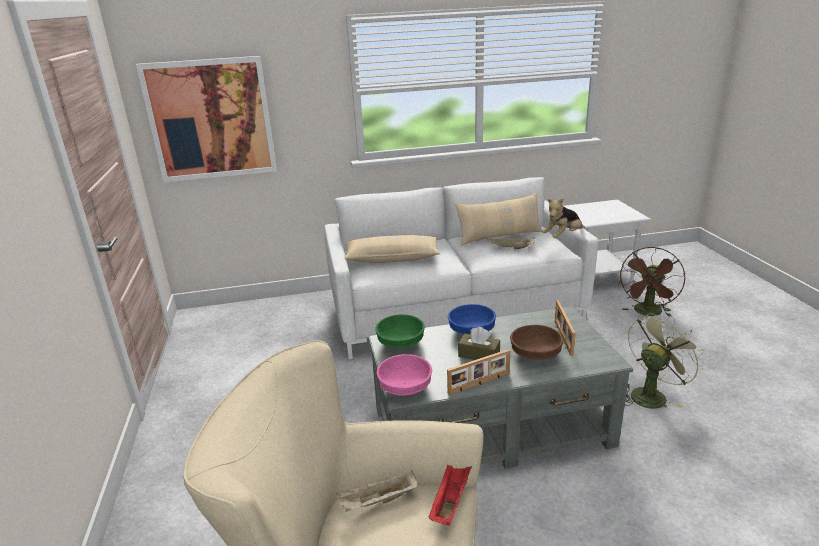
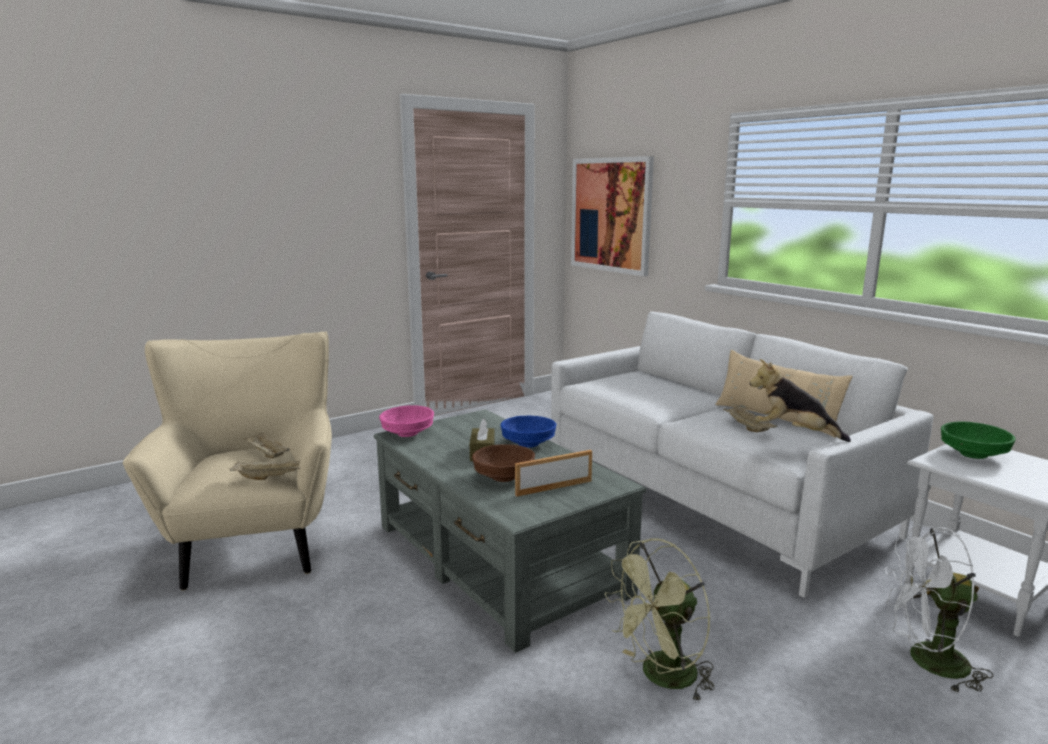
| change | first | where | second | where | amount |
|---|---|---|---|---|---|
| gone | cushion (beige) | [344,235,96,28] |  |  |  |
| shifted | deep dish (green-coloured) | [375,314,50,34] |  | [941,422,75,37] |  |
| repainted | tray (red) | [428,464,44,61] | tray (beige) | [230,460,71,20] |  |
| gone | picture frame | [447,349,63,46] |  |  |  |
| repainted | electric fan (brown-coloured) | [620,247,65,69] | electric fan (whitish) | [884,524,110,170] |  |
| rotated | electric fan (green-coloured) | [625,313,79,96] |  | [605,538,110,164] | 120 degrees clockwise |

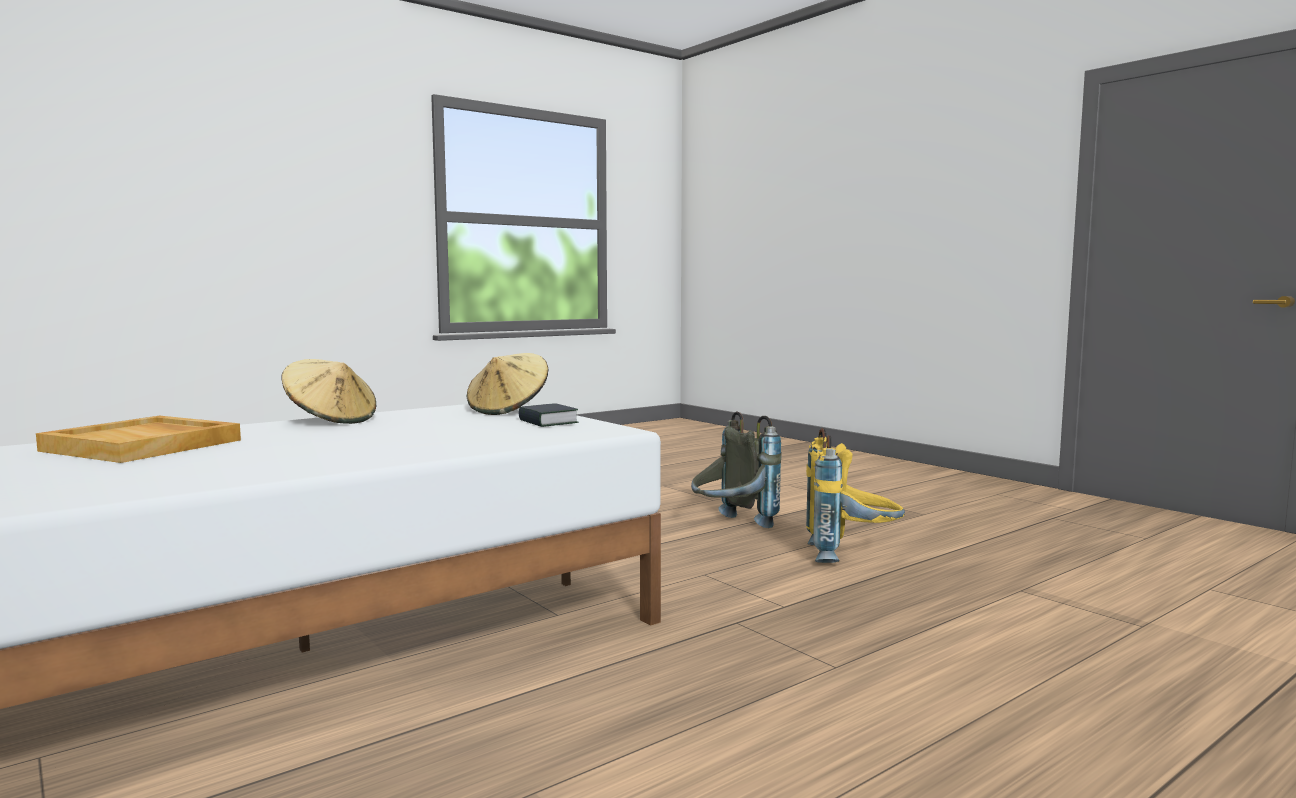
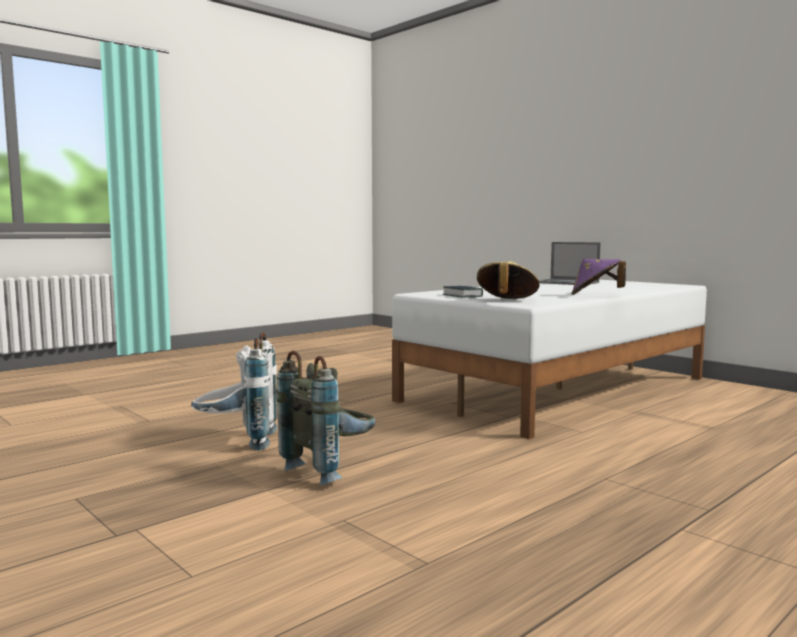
| change | first | where | second | where | amount |
|---|---|---|---|---|---|
| gone | tray (beige) | [36,416,205,47] |  |  |  |
| repainted | clothing hat (beige) | [282,359,94,65] | clothing hat (purple-coloured) | [571,259,55,36] |  |
| repainted | backpack (yellowish) | [806,428,99,135] | backpack (whitish) | [191,332,87,119] |  |
| new |  |  | laptop | [539,242,62,43] |  |

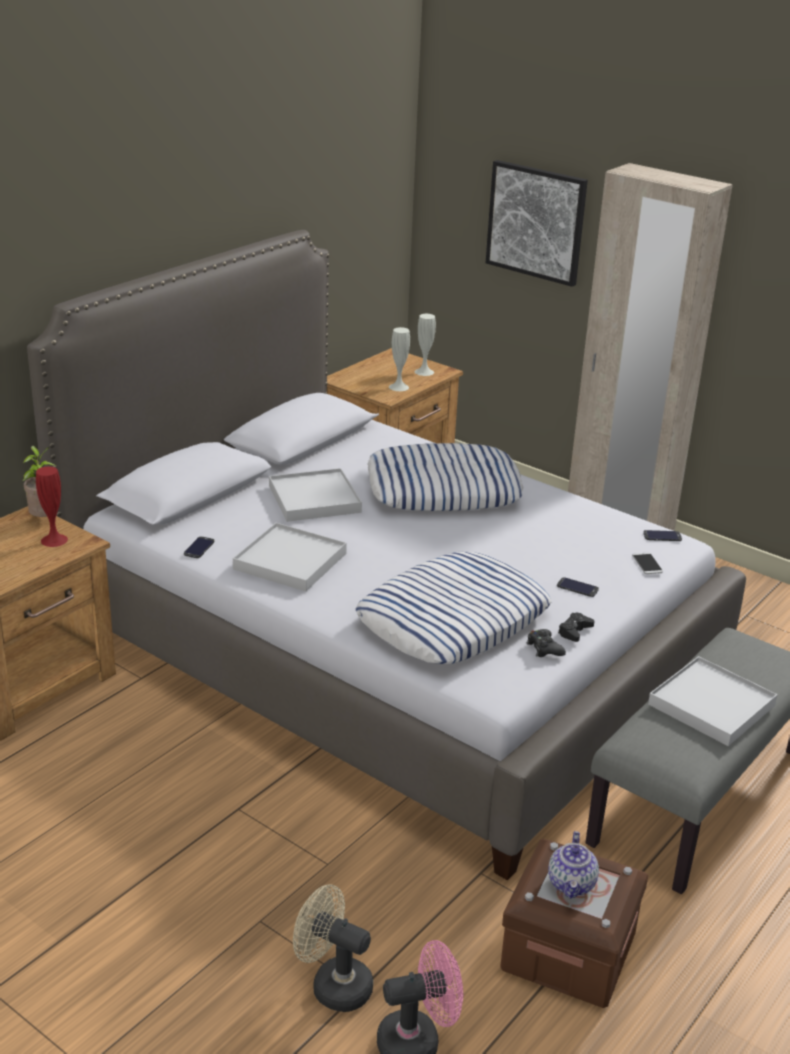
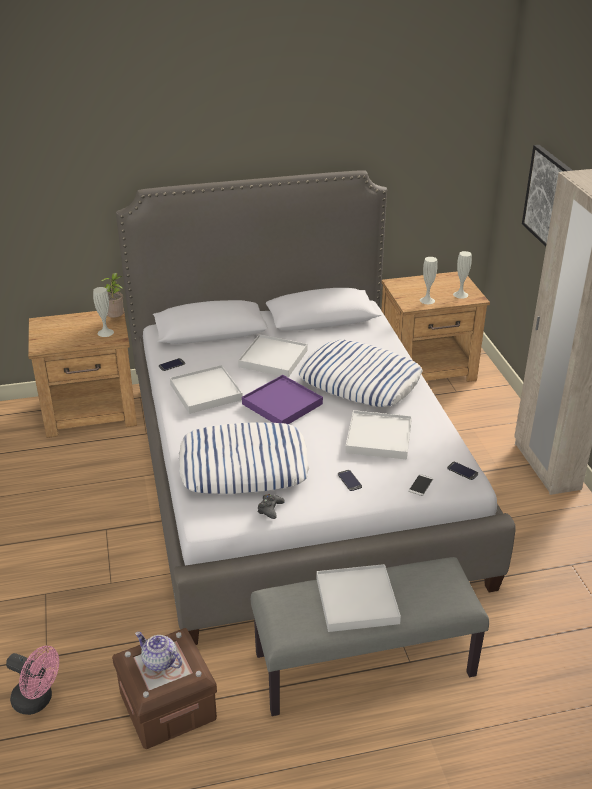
| change | first | where | second | where | amount |
|---|---|---|---|---|---|
| repainted | decorative vase (red) | [36,466,32,81] | decorative vase (whitish) | [93,287,21,50] |  |
| gone | electric fan (beige) | [293,884,80,128] |  |  |  |
| rotated | teapot | [548,831,51,68] |  | [135,632,47,39] | 75 degrees clockwise |
| gone | joypad (black) | [558,613,37,29] |  |  |  |
| new |  |  | tray (purple-coloured) | [242,375,81,49] |  |
| new |  |  | tray (whitish) | [345,410,67,50] |  |

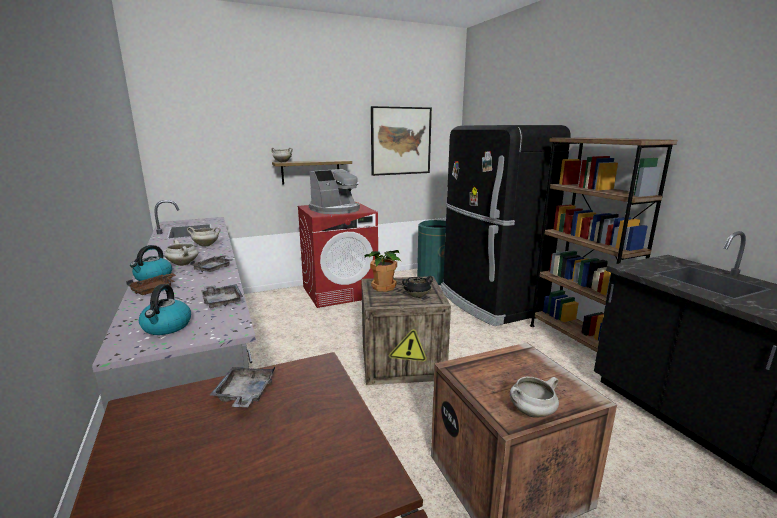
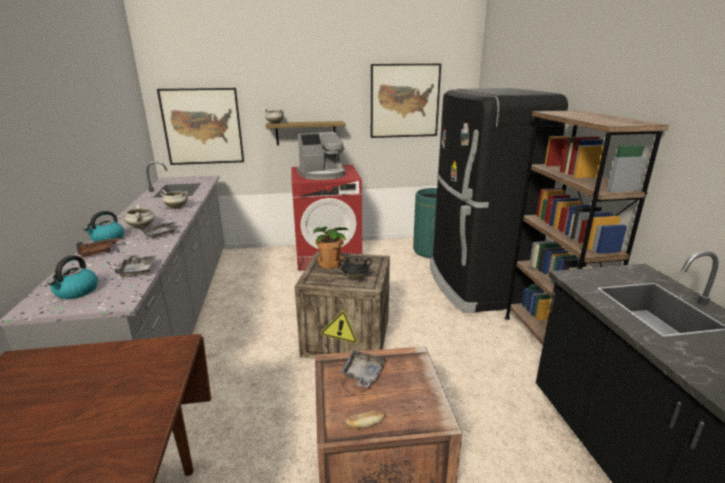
| change | first | where | second | where | amount |
|---|---|---|---|---|---|
| shifted | tray (grey) | [210,367,65,40] |  | [340,351,46,37] |  |
| swapped | saucepot (whitish) | [510,377,49,41] | bread | [346,410,38,18] |  |
| new |  |  | wall picture | [157,88,87,77] |  |

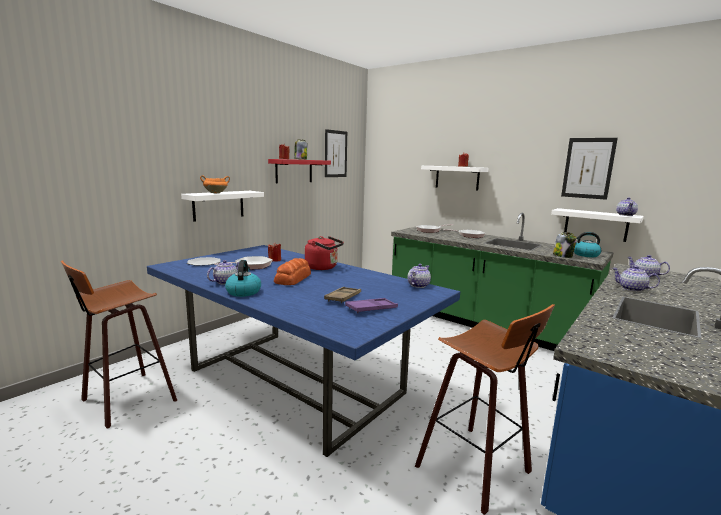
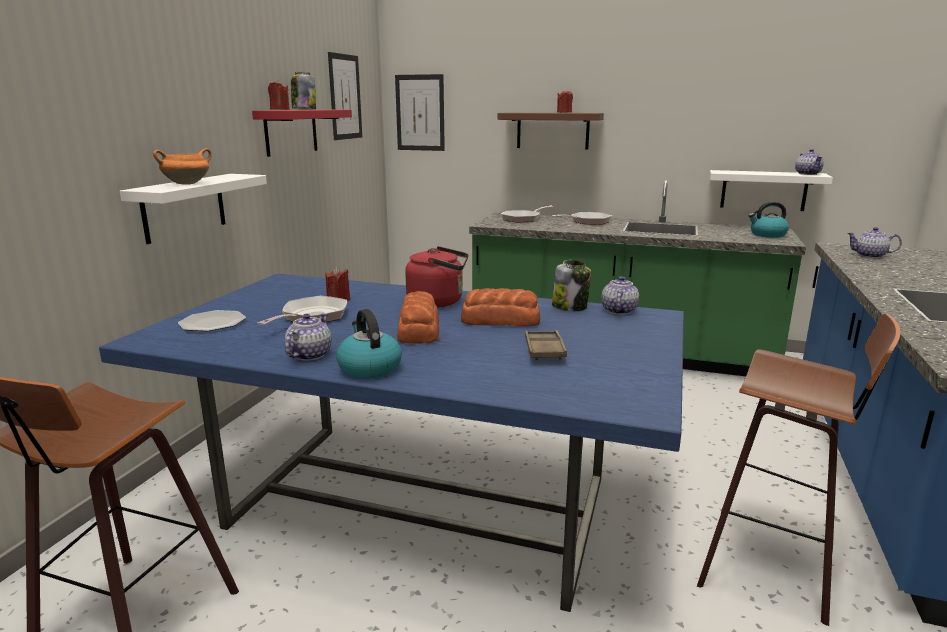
| change | first | where | second | where | amount |
|---|---|---|---|---|---|
| gone | tray (purple-coloured) | [345,298,53,15] |  |  |  |
| repainted | wall shelf (whitish) | [421,166,68,24] | wall shelf (brown-coloured) | [497,113,107,37] |  |
| shifted | storage jar | [553,232,24,26] |  | [552,260,39,51] |  |
| shifted | wall picture | [561,138,57,62] |  | [395,74,50,77] |  |
| gone | teapot | [612,266,48,26] |  |  |  |
| new |  |  | bread | [461,288,79,38] |  |

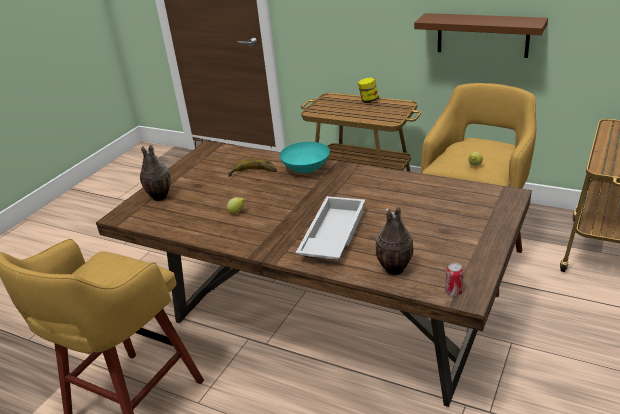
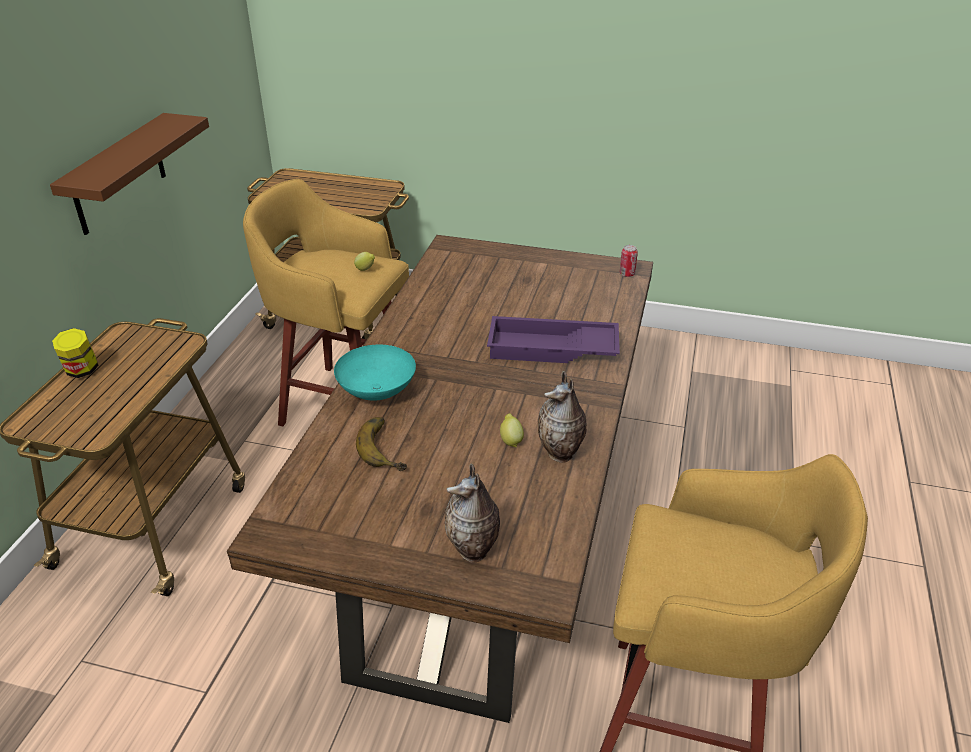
| change | first | where | second | where | amount |
|---|---|---|---|---|---|
| repainted | tray (whitish) | [296,196,69,64] | tray (purple-coloured) | [487,316,133,47] |  |
| shifted | decorative vase | [376,207,38,69] |  | [538,371,49,92] |  |

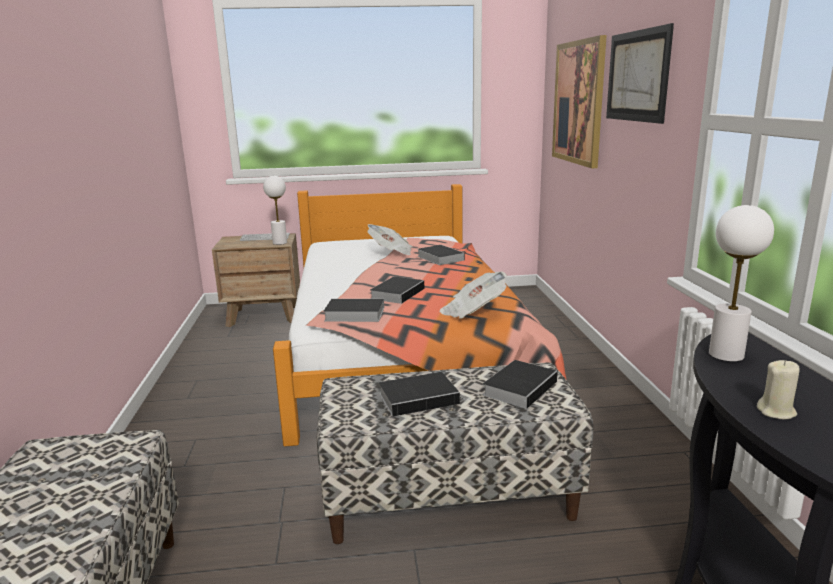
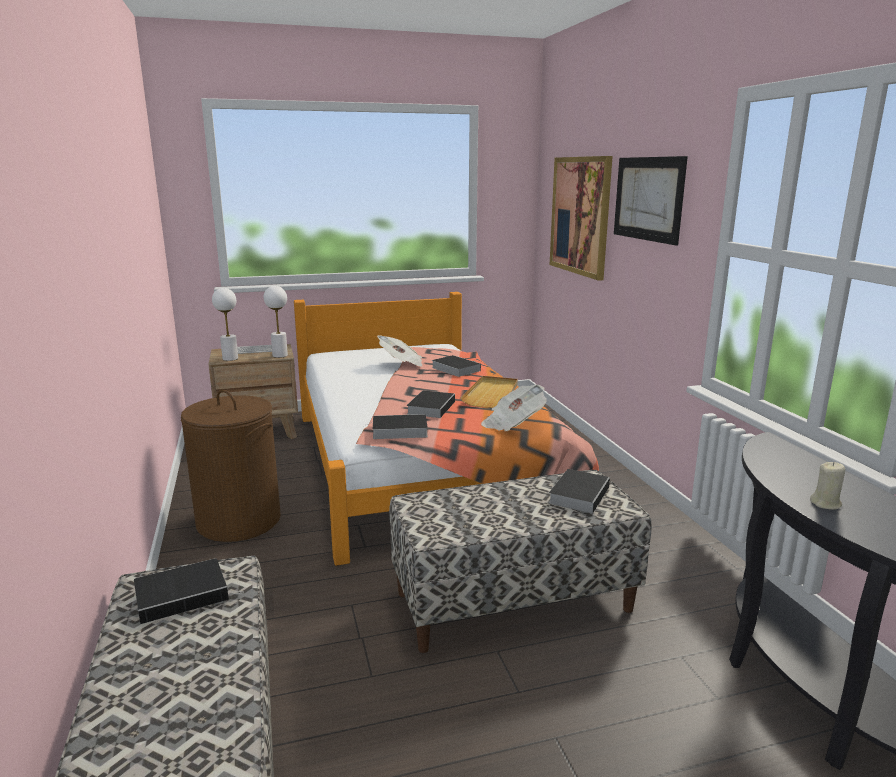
| change | first | where | second | where | amount |
|---|---|---|---|---|---|
| shifted | volume | [379,372,89,45] |  | [134,558,110,66] |  |
| shifted | table lamp (whitish) | [709,205,65,157] |  | [212,288,26,73] |  |
| new |  |  | washing basket (brown-coloured) | [181,389,100,153] |  |
| new |  |  | tray (beige) | [461,376,57,32] |  |

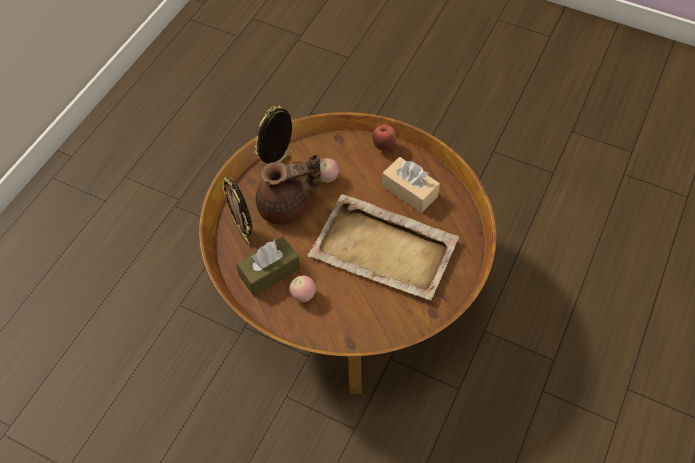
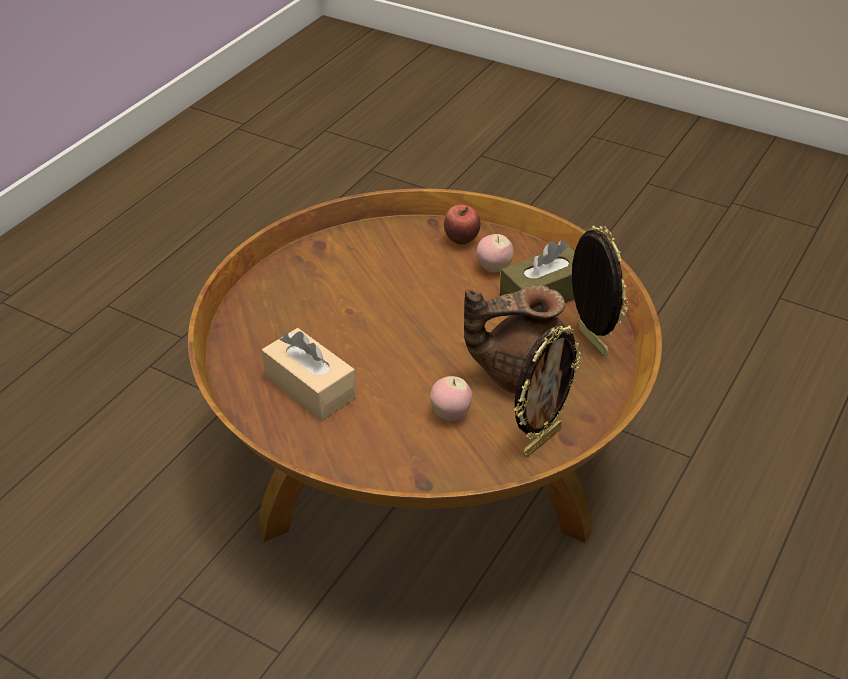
| change | first | where | second | where | amount |
|---|---|---|---|---|---|
| gone | tray (beige) | [308,194,151,107] |  |  |  |
| shifted | apple | [373,124,23,27] |  | [444,205,36,40] |  |

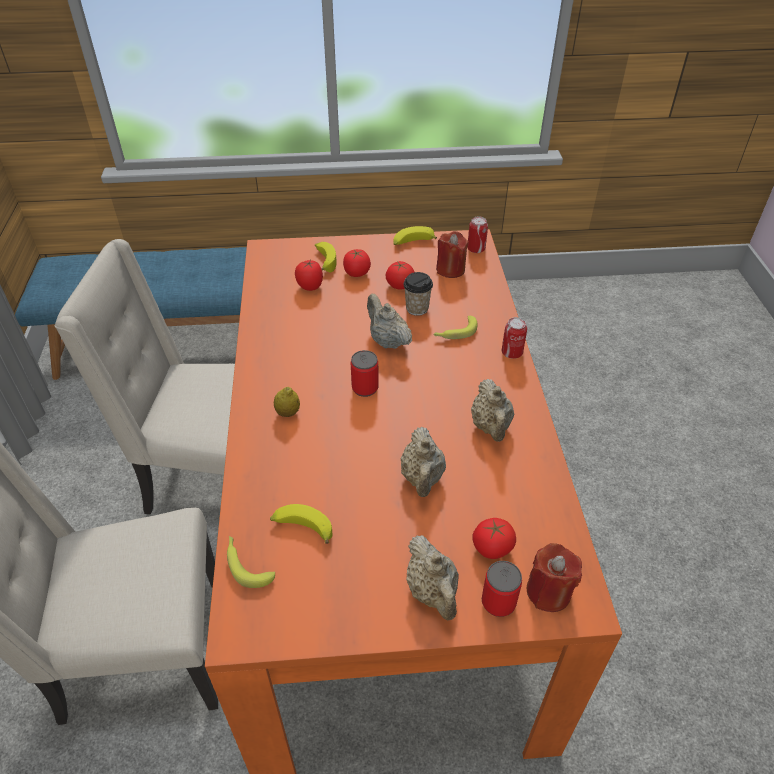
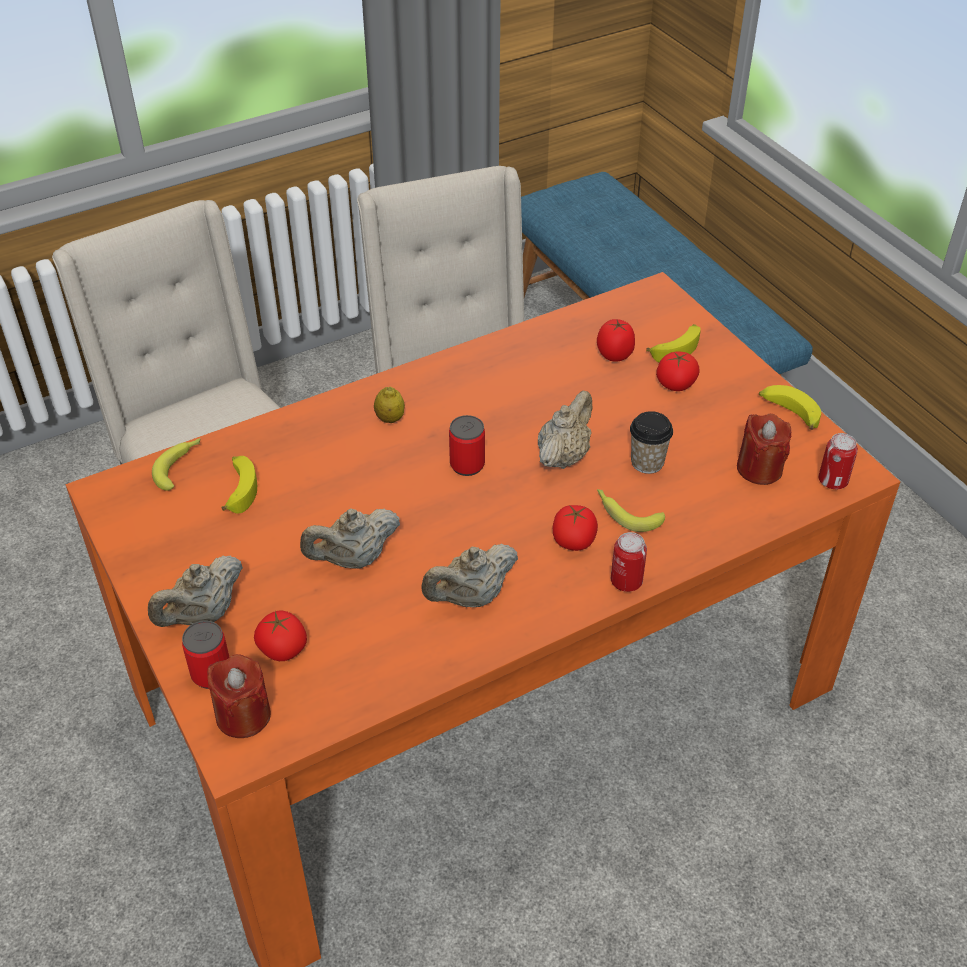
| change | first | where | second | where | amount |
|---|---|---|---|---|---|
| shifted | fresh tomato | [385,261,29,28] |  | [553,505,45,46] |  |

